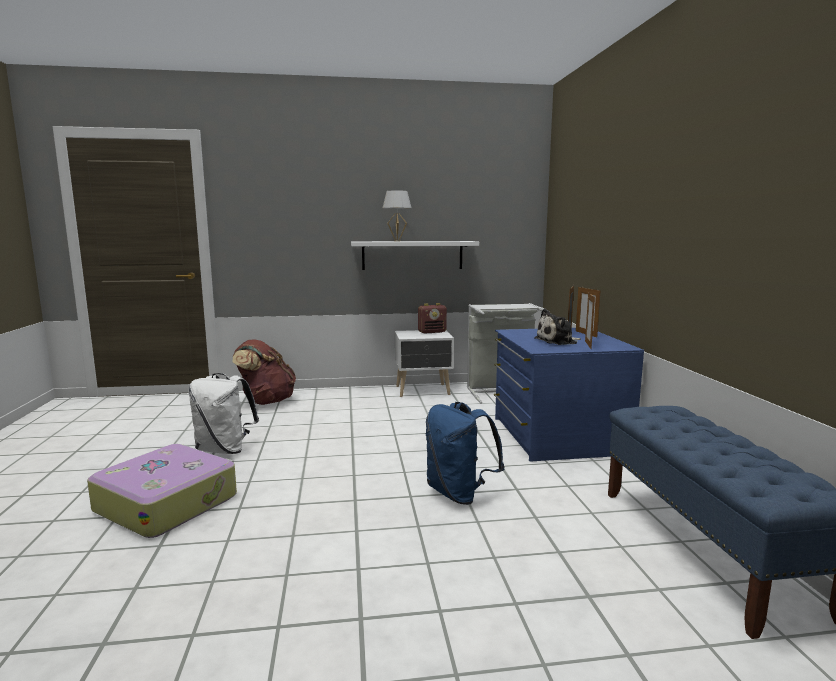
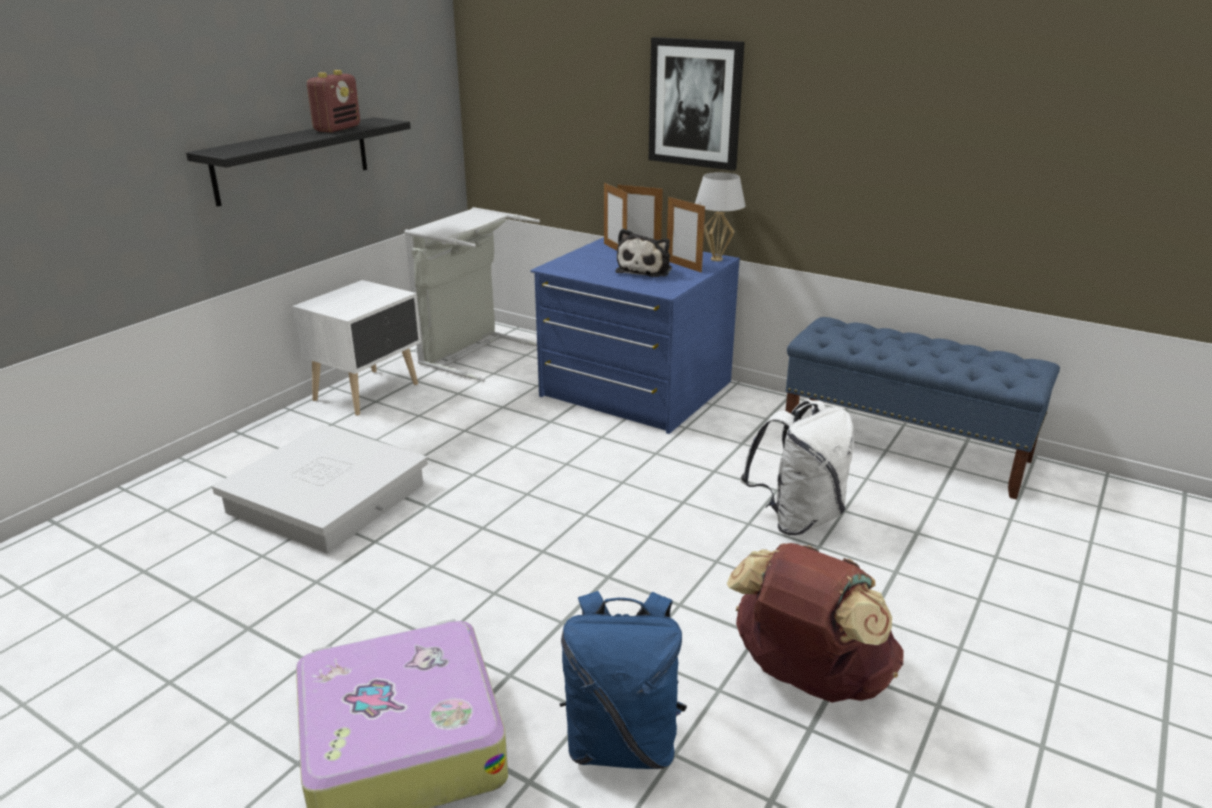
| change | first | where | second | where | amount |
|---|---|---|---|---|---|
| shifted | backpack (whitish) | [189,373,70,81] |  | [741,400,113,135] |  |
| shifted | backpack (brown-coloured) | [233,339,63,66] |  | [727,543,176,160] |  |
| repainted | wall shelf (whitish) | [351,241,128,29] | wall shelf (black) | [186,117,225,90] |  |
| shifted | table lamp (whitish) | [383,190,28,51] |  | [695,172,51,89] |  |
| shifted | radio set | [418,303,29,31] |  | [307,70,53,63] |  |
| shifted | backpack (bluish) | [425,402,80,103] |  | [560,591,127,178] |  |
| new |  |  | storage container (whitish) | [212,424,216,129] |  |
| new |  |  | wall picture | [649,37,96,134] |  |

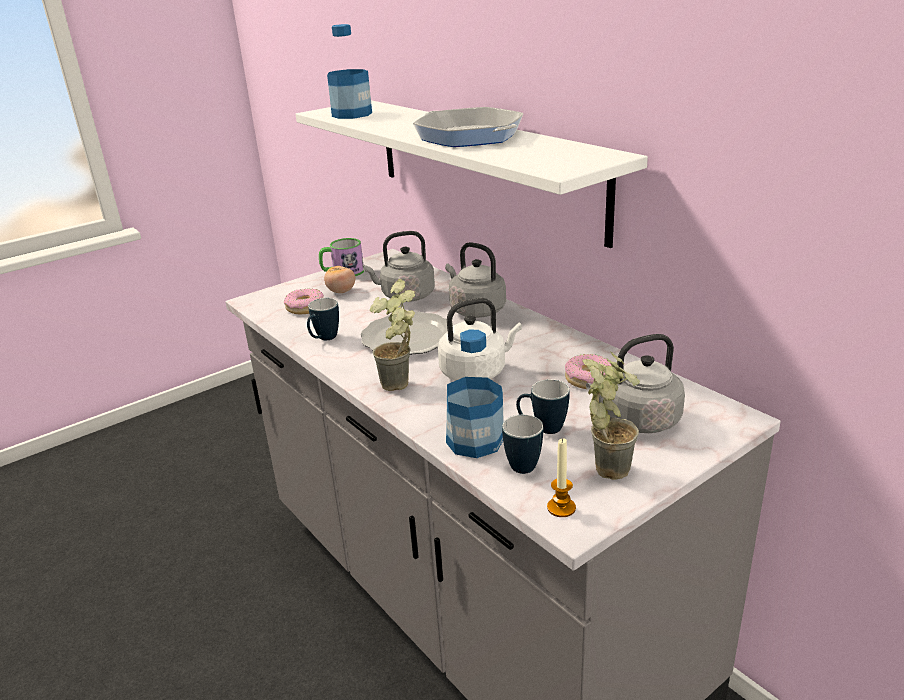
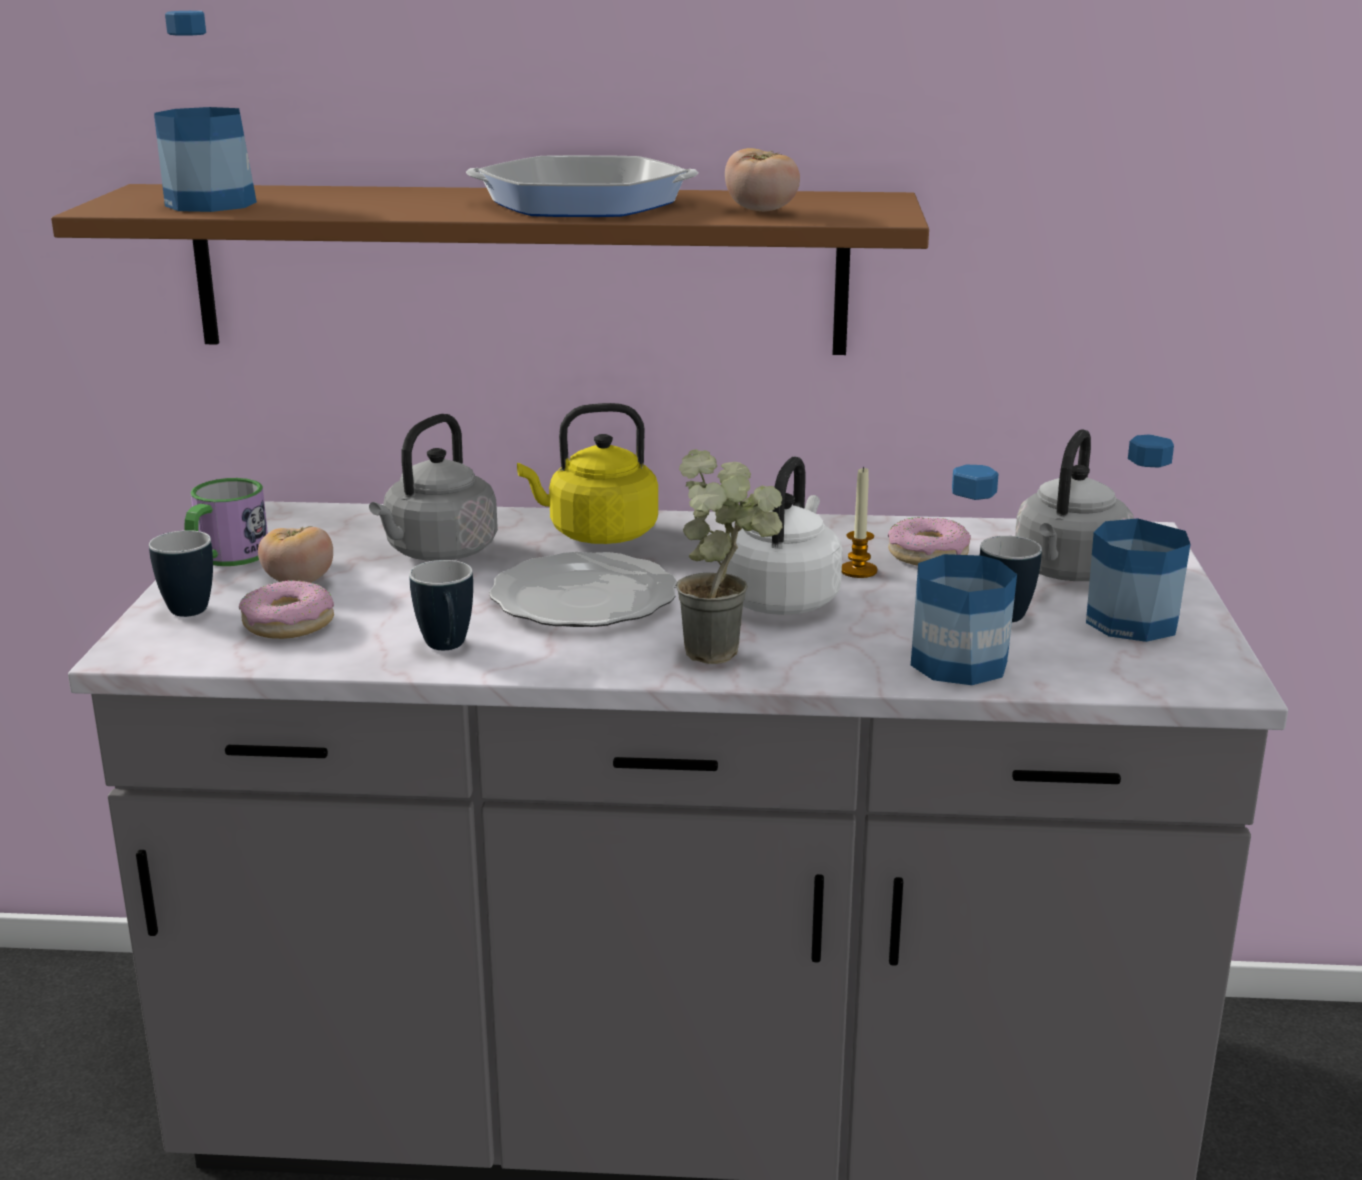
| change | first | where | second | where | amount |
|---|---|---|---|---|---|
| repainted | wall shelf (whitish) | [296,100,352,148] | wall shelf (brown-coloured) | [51,184,878,171] |  |
| repainted | water kettle (grey) | [445,242,61,76] | water kettle (yellowish) | [517,403,141,141] |  |
| shifted | mug | [502,415,41,59] |  | [149,530,64,87] |  |
| shifted | wax candle | [547,438,29,79] |  | [842,466,35,112] |  |
| swapped | potted plant | [583,352,57,128] | bottle | [1086,434,104,208] |  |
| new |  |  | fresh tomato | [725,148,75,64] |  |

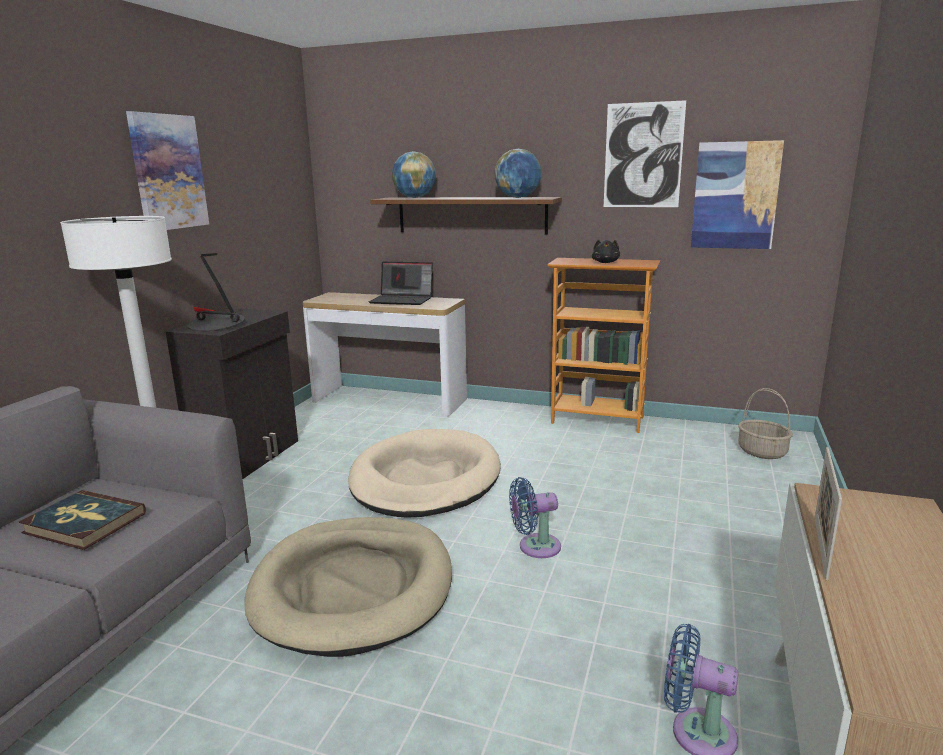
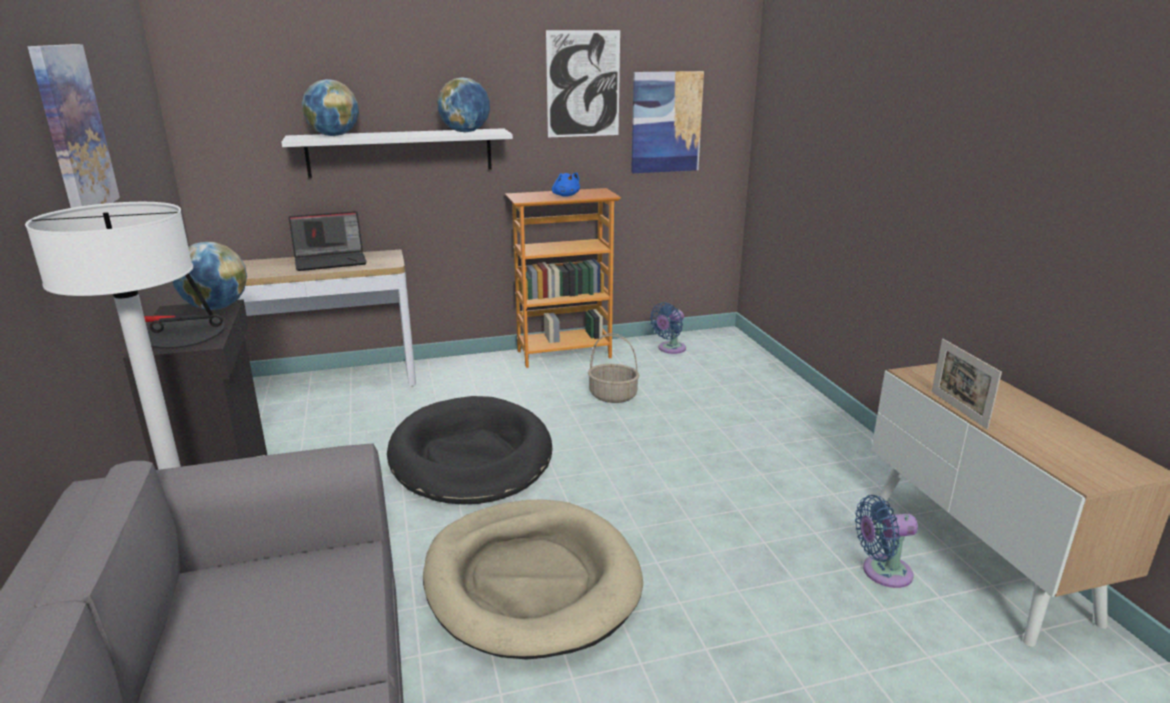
| change | first | where | second | where | amount |
|---|---|---|---|---|---|
| gone | volume | [19,490,127,60] |  |  |  |
| repainted | dog bed (beige) | [348,429,153,89] | dog bed (black) | [387,396,165,108] |  |
| repainted | wall shelf (brown-coloured) | [370,197,192,38] | wall shelf (whitish) | [281,128,232,50] |  |
| shifted | electric fan (bluish) | [509,477,52,81] |  | [650,303,36,51] |  |
| repainted | cuddly toy (black) | [592,239,28,24] | cuddly toy (bluish) | [552,172,28,25] |  |
| shifted | basket | [738,388,55,71] |  | [588,333,51,70] |  |
| new |  |  | globe | [173,242,74,68] |  |

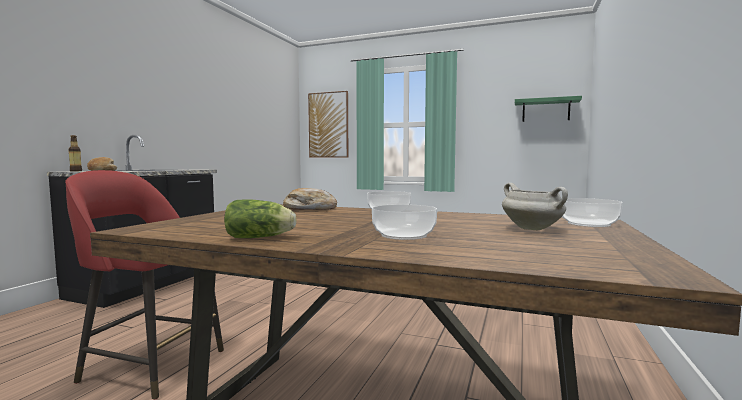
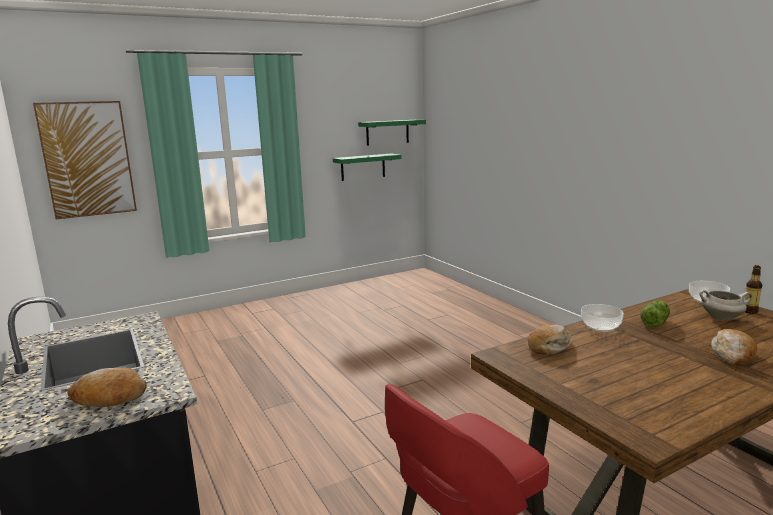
| change | first | where | second | where | amount |
|---|---|---|---|---|---|
| shifted | bottle | [68,135,14,36] |  | [744,265,18,49] |  |
| shifted | lettuce head | [224,199,72,39] |  | [640,301,30,26] |  |
| swapped | deep dish | [372,204,65,36] | bread | [711,329,46,36] |  |
| new |  |  | wall shelf (green-coloured) | [333,154,69,27] |  |

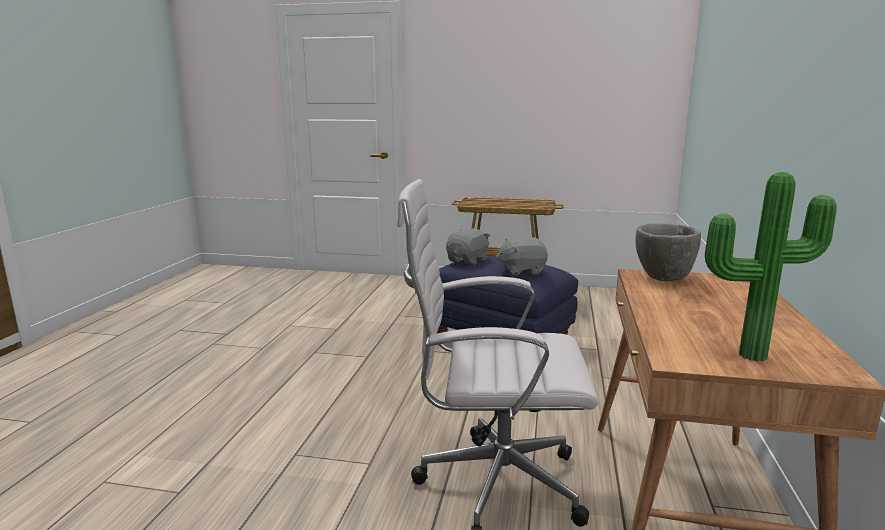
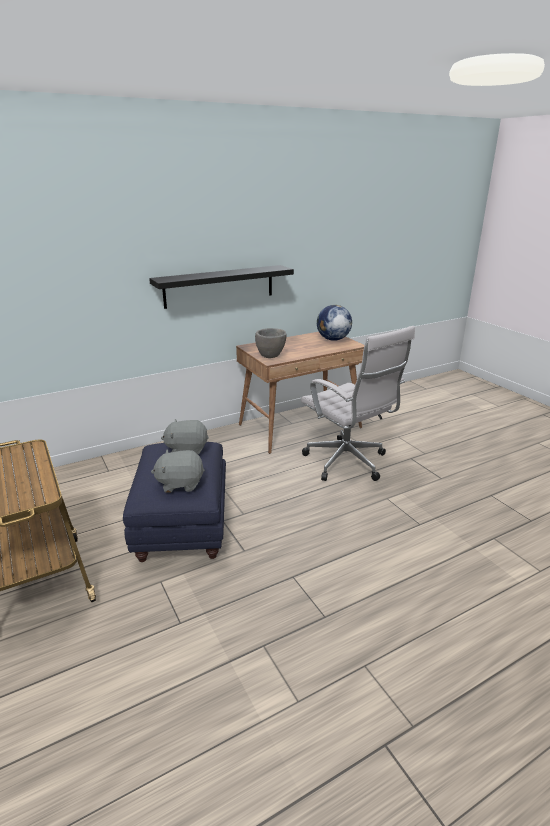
| change | first | where | second | where | amount |
|---|---|---|---|---|---|
| rotated | cuddly toy (grey) | [496,237,52,38] |  | [161,419,48,36] | 135 degrees clockwise |
| swapped | potted plant | [705,172,132,190] | globe | [317,305,35,36] |  |
| new |  |  | wall shelf (black) | [149,265,145,44] |  |

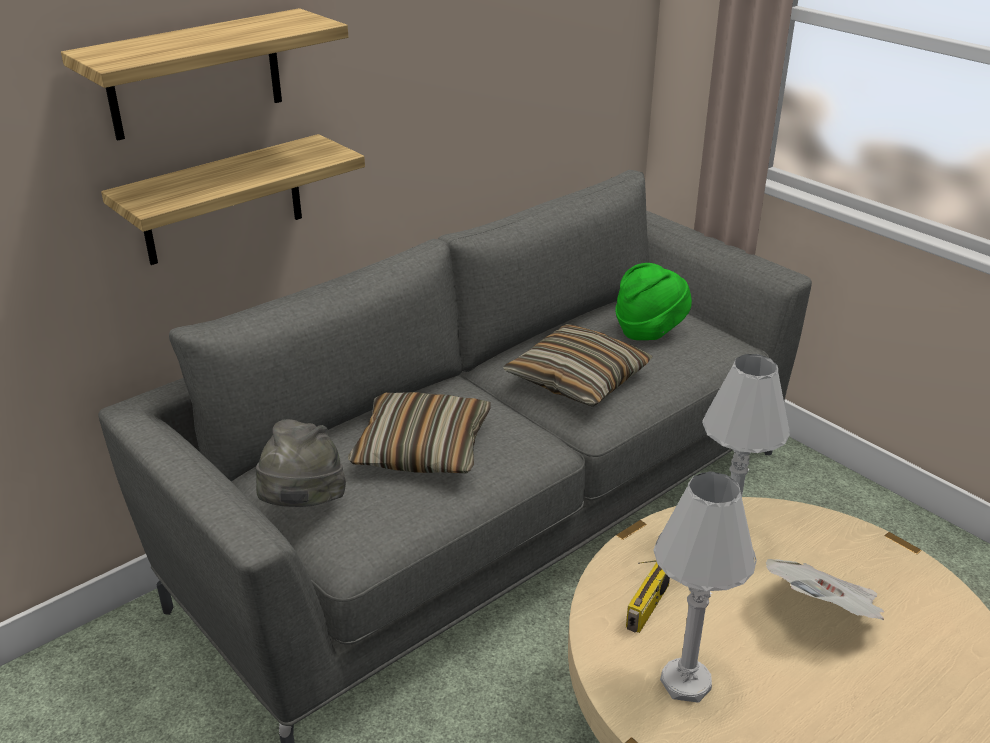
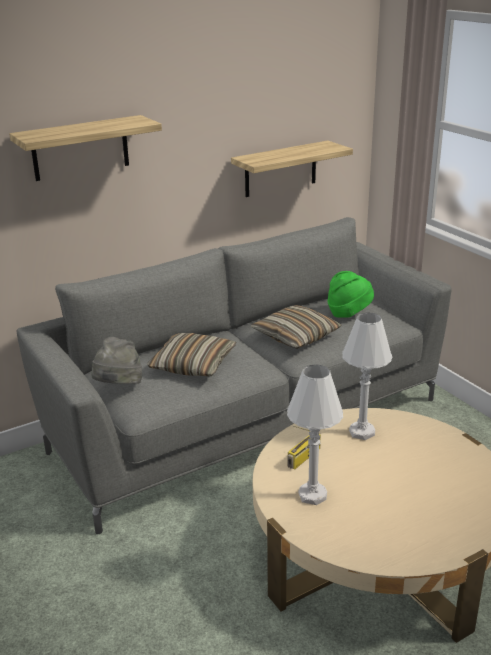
| change | first | where | second | where | amount |
|---|---|---|---|---|---|
| shifted | wall shelf | [101,134,264,131] |  | [231,141,122,56] |  |
| gone | newspaper | [766,559,119,61] |  |  |  |

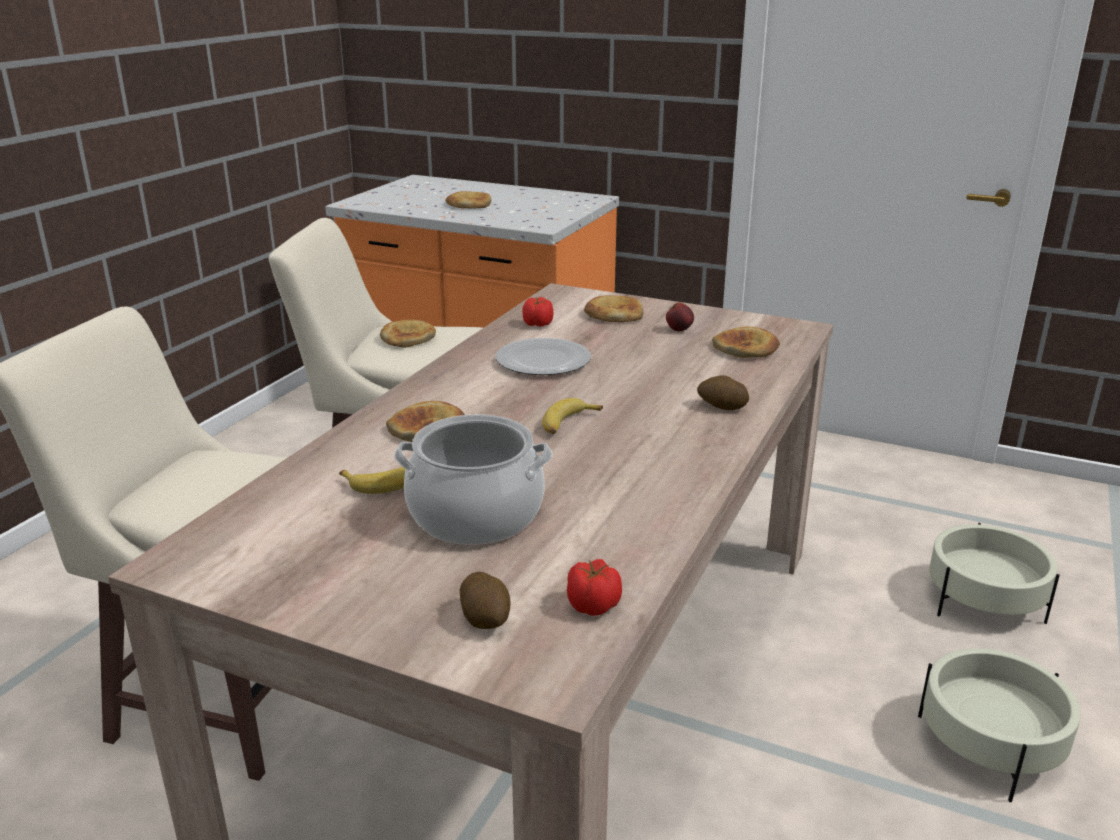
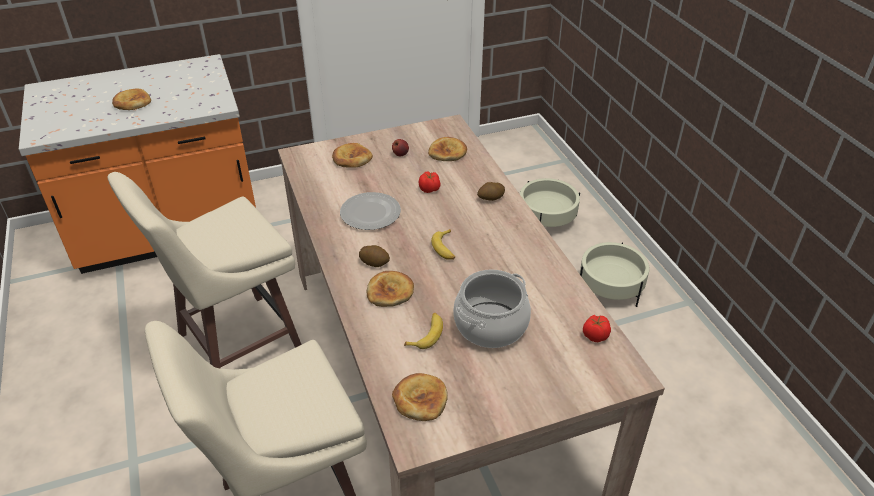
| change | first | where | second | where | amount |
|---|---|---|---|---|---|
| shifted | bread | [380,319,56,29] |  | [392,373,56,48] |  |
| shifted | spud | [460,572,51,57] |  | [359,245,31,22] |  |
| shifted | fresh tomato | [522,297,31,30] |  | [418,172,23,21] |  |

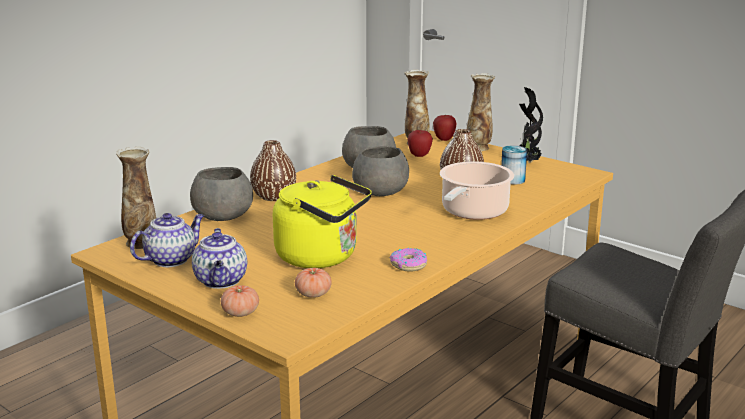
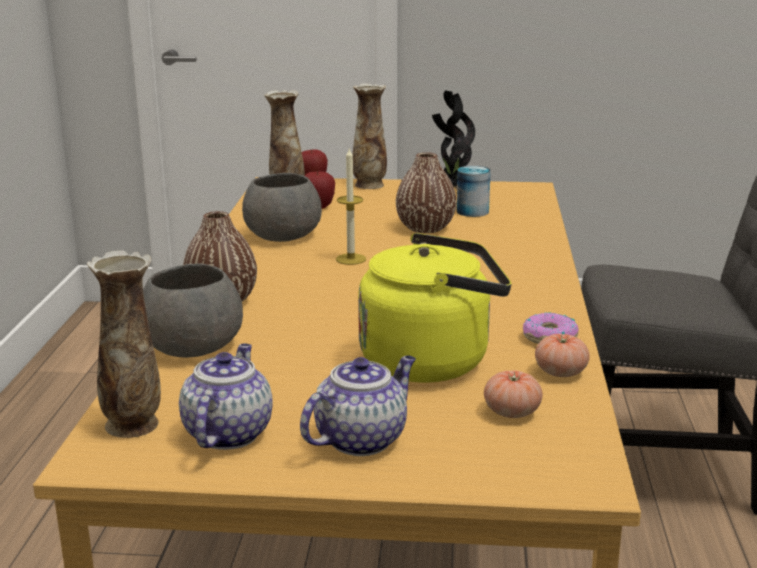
| change | first | where | second | where | amount |
|---|---|---|---|---|---|
| rotated | teapot | [192,228,55,61] |  | [300,356,116,100] | 90 degrees counterclockwise |
| shifted | fresh tomato | [221,285,38,32] |  | [535,334,55,43] |  |
| swapped | deep dish (grey) | [352,146,57,50] | wax candle | [336,147,30,118] |  |
| gone | saucepot | [440,162,74,58] |  |  |  |

